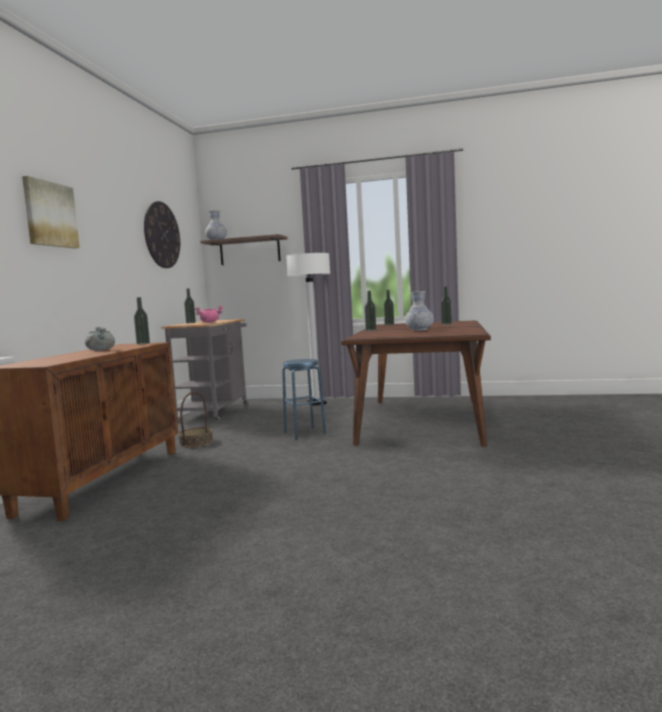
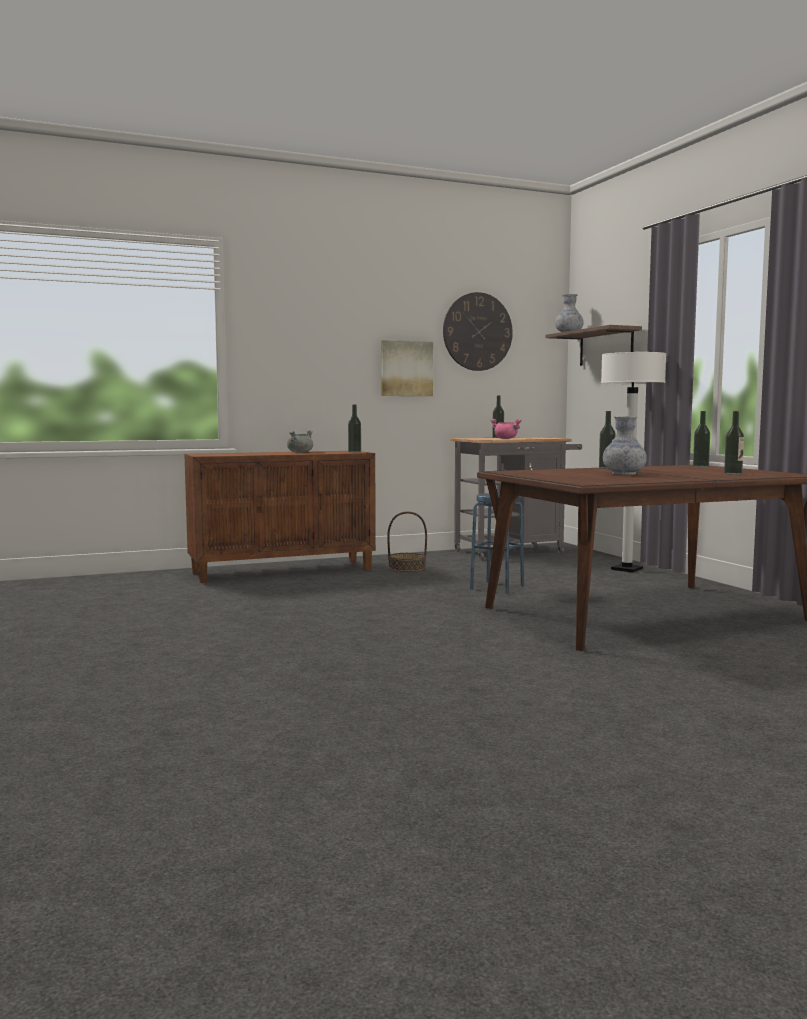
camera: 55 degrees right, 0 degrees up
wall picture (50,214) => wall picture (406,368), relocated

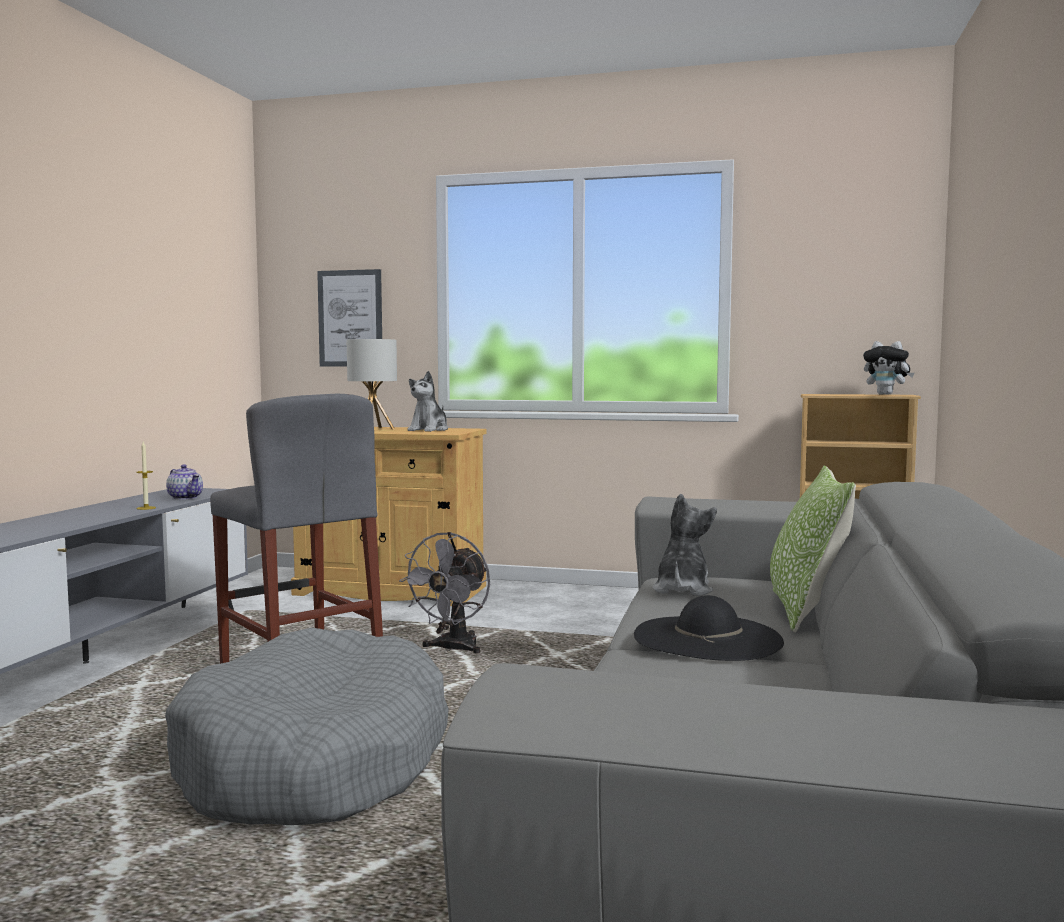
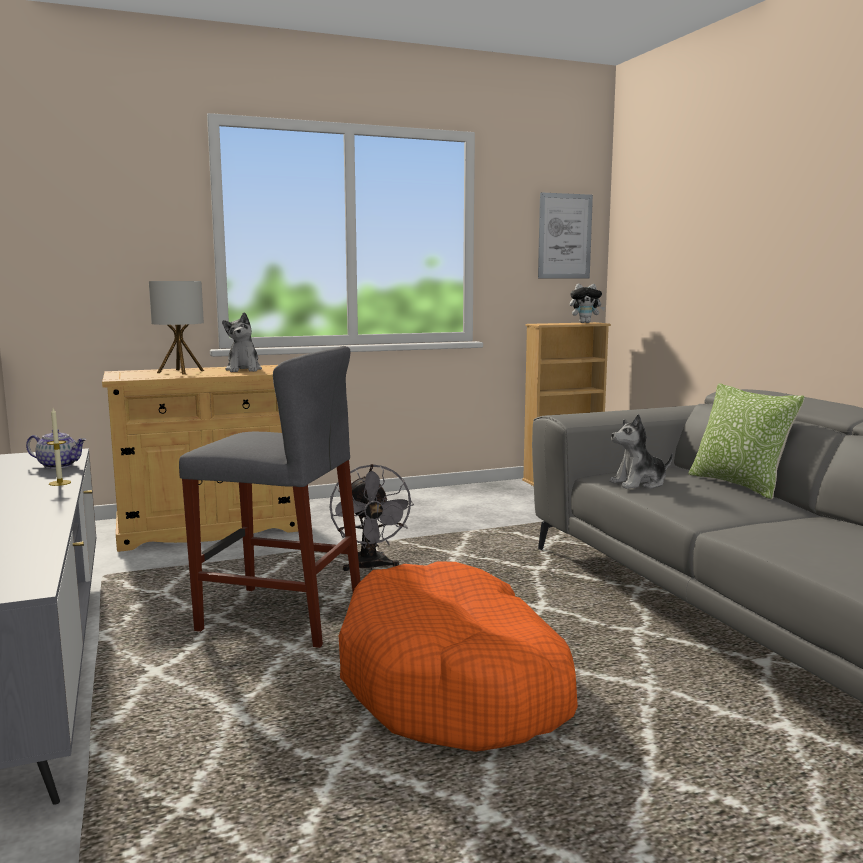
camera: 35 degrees left, 5 degrees up
dog cushion/greyish (315,762) => dog cushion/orangey (455,684)
wall picture (350,318) => wall picture (564,236), relocated
clothing hat/black (707,638) => nothing
plush toy (682,590) => plush toy (639,483), 90 degrees counterclockwise

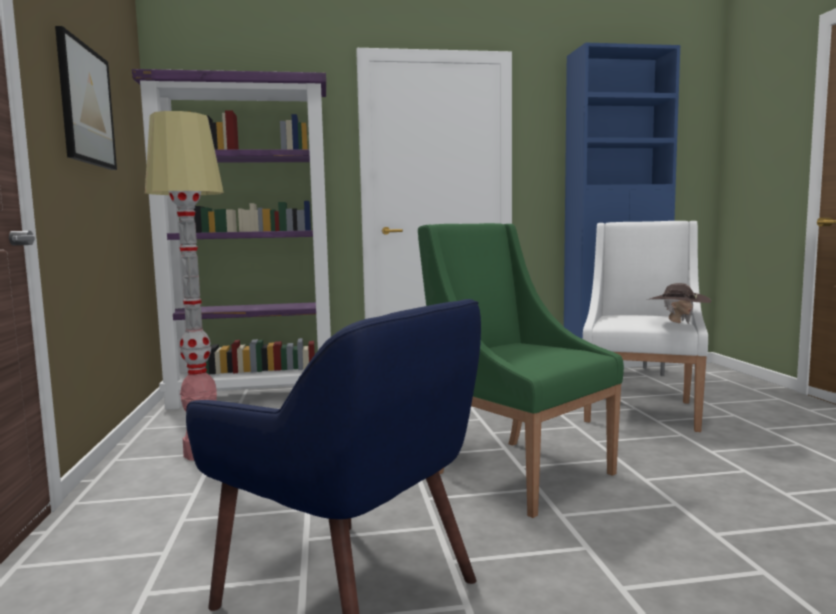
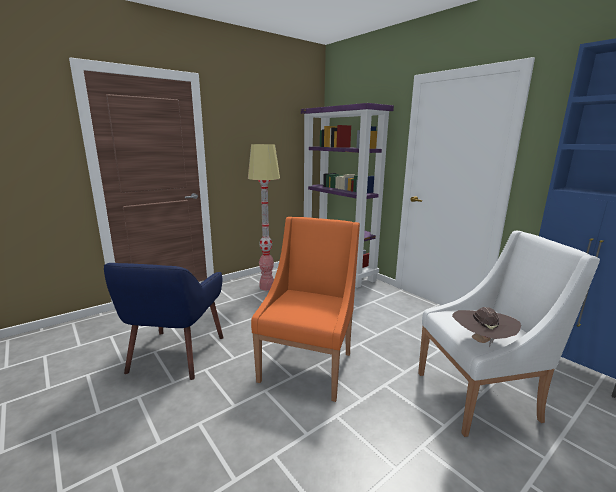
camera: 60 degrees right, 10 degrees up
wall picture (86,105) => nothing
easy chair/green-coloured (517,472) => easy chair/orangey (308,365)

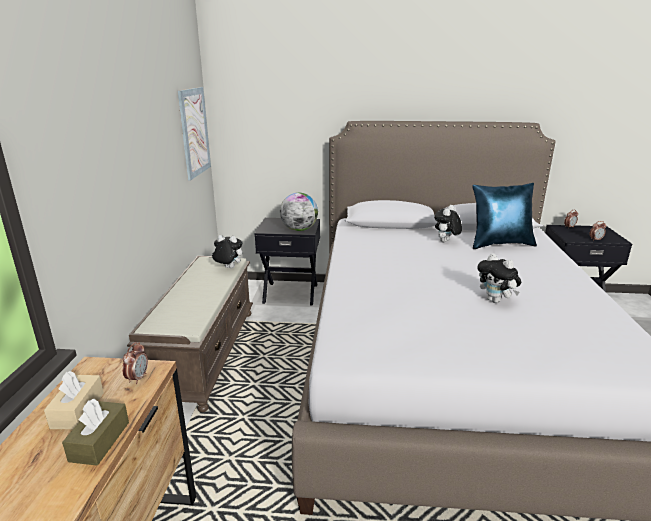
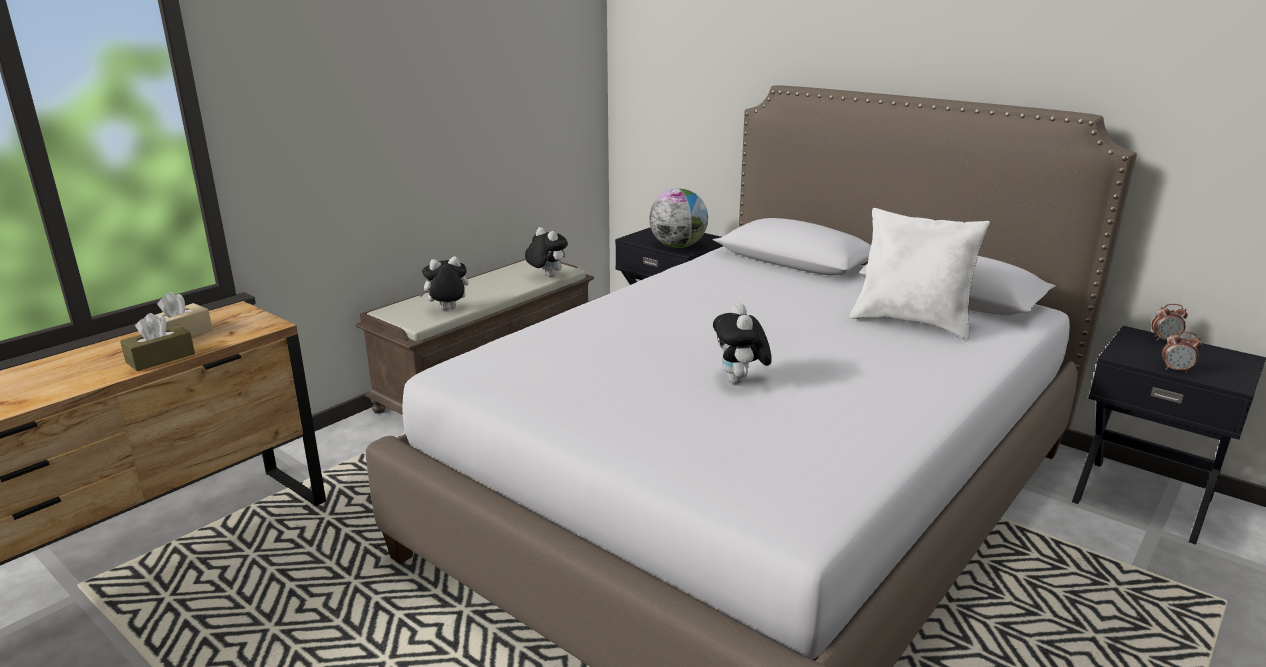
camera: 35 degrees right, 0 degrees up
table clock (138,378) => nothing
wall picture (194,132) => nothing
plush toy (445,242) => plush toy (447,310), relocated
cushion/bluish (500,244) => cushion/white-coloured (912,322)

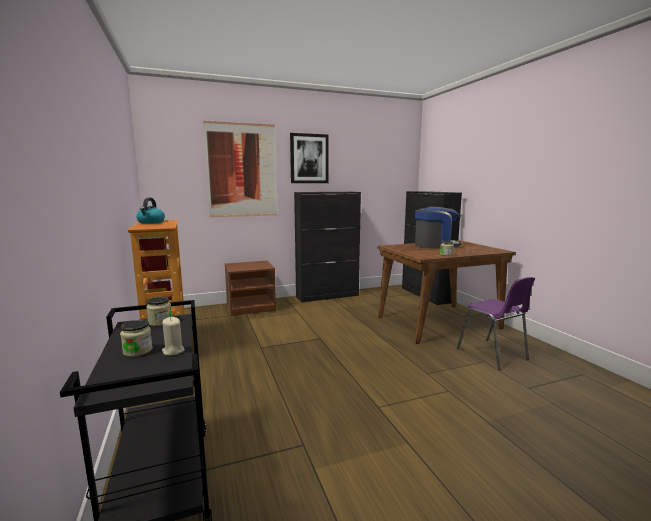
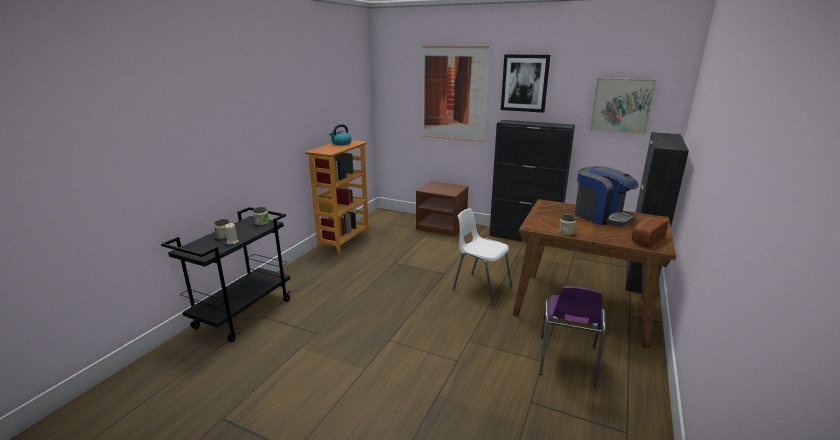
camera: 45 degrees right, 10 degrees up
nothing => plain chair/white-coloured (480,287)
nothing => wall picture (621,106)
nothing => bakery bread (645,239)

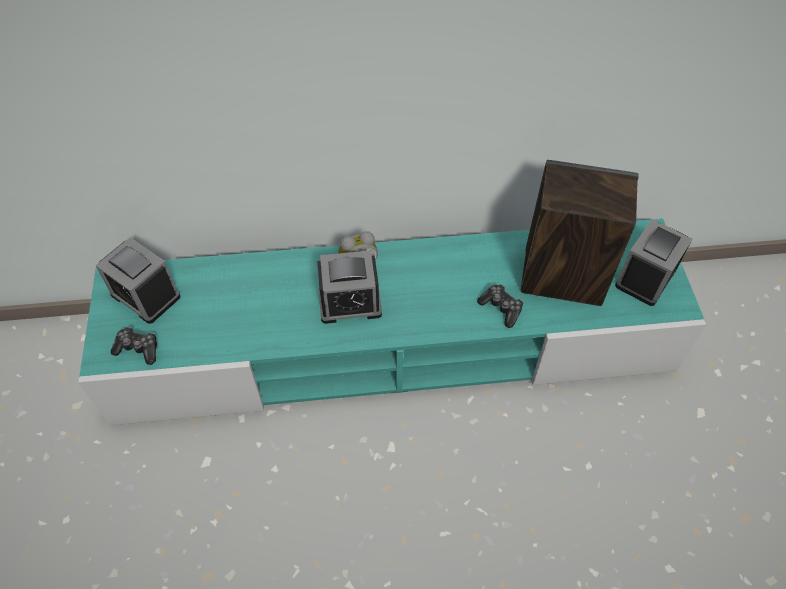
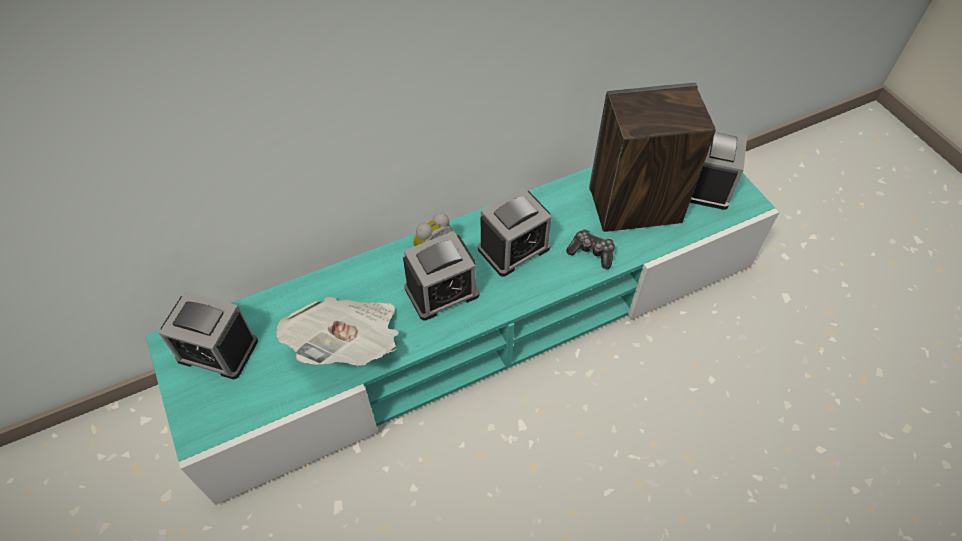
camera: 20 degrees left, 0 degrees up
joypad (138,349) => nothing
nothing => printed paper (349,344)
nothing => table clock (513,248)

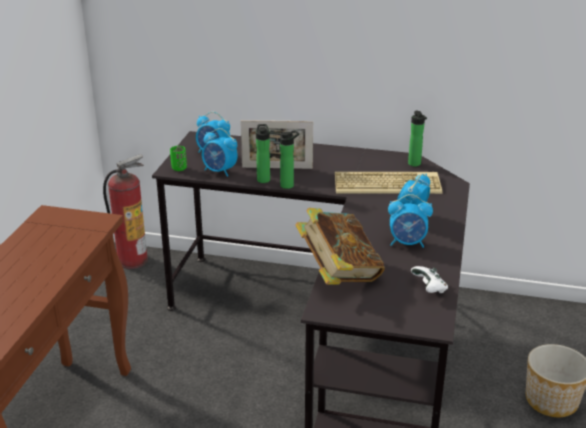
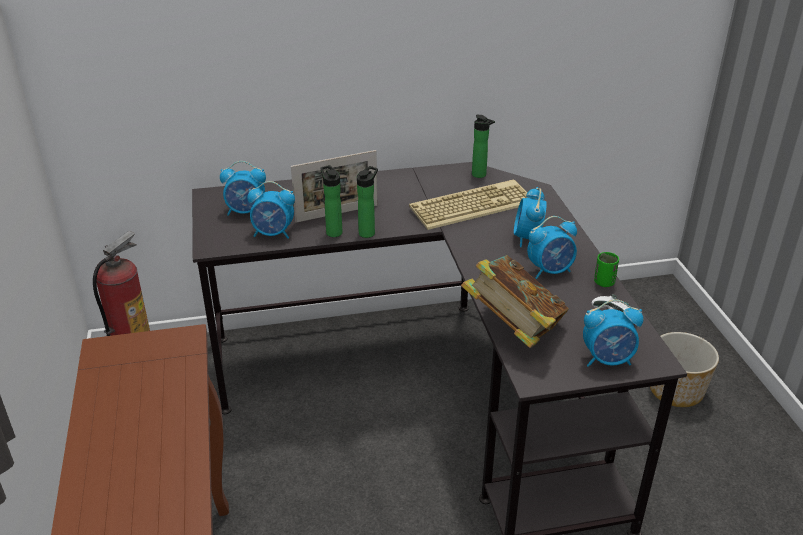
camera: 25 degrees left, 5 degrees up
drinking cup/green-coloured (179,168) => drinking cup/green-coloured (604,282), relocated
nothing => table clock (607,360)

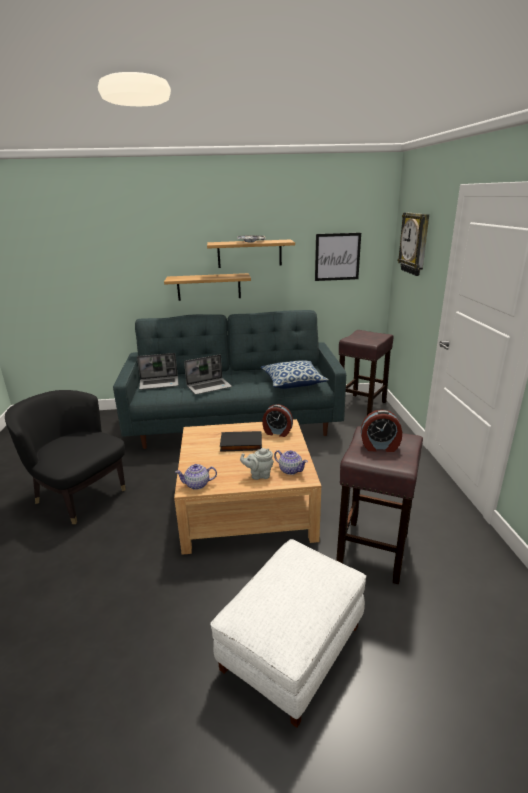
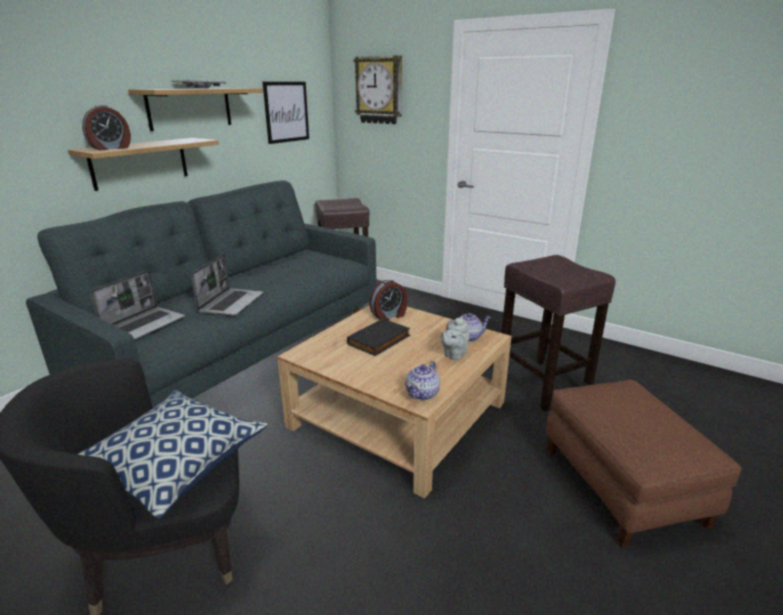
camera: 50 degrees left, 0 degrees up
ottoman/white-coloured (292,648) => ottoman/brown-coloured (623,485)
cushion (293,382) => cushion (174,464), relocated
table clock (380,447) => table clock (111,148), relocated

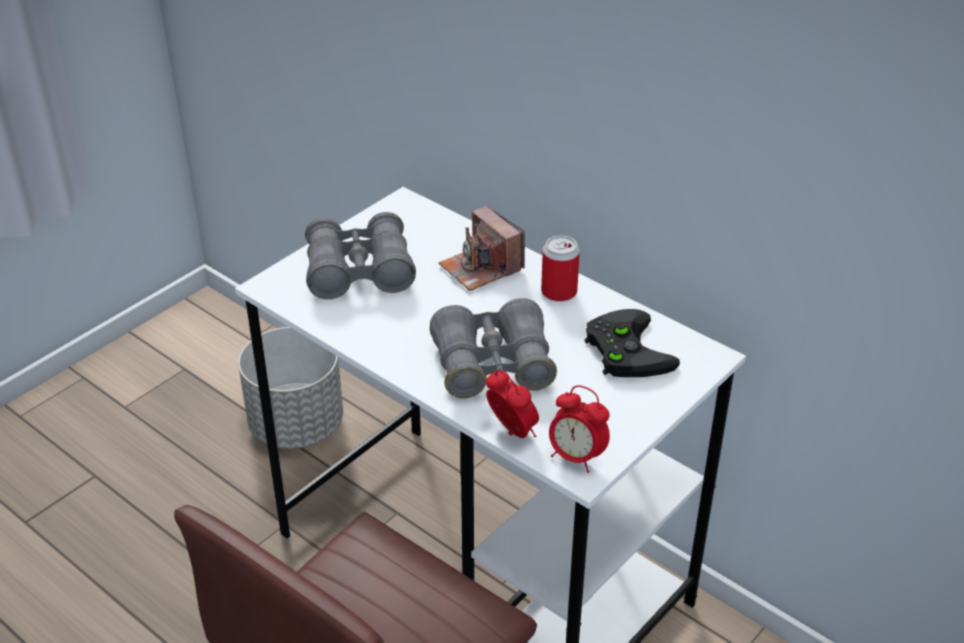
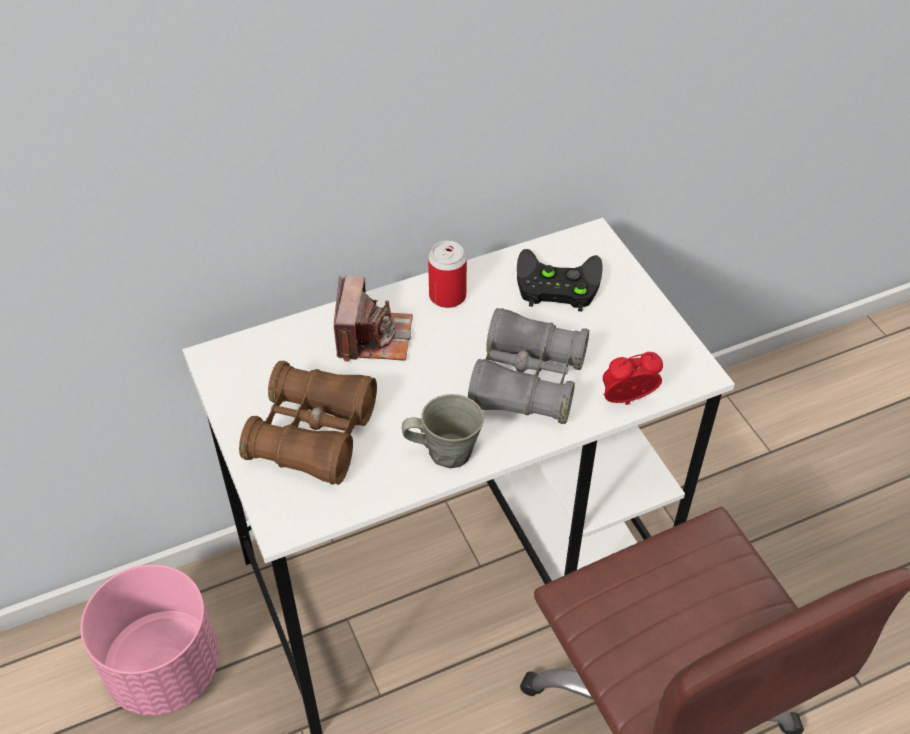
camera: 65 degrees left, 10 degrees up
plant pot/greyish (297,425) => plant pot/pinkish (164,668)
field glasses/greyish (359,271) => field glasses/brown-coloured (313,435)
still camera (481,268) => still camera (373,337), 75 degrees counterclockwise
table clock (576,457) => nothing
nothing => mug/greyish (446,451)

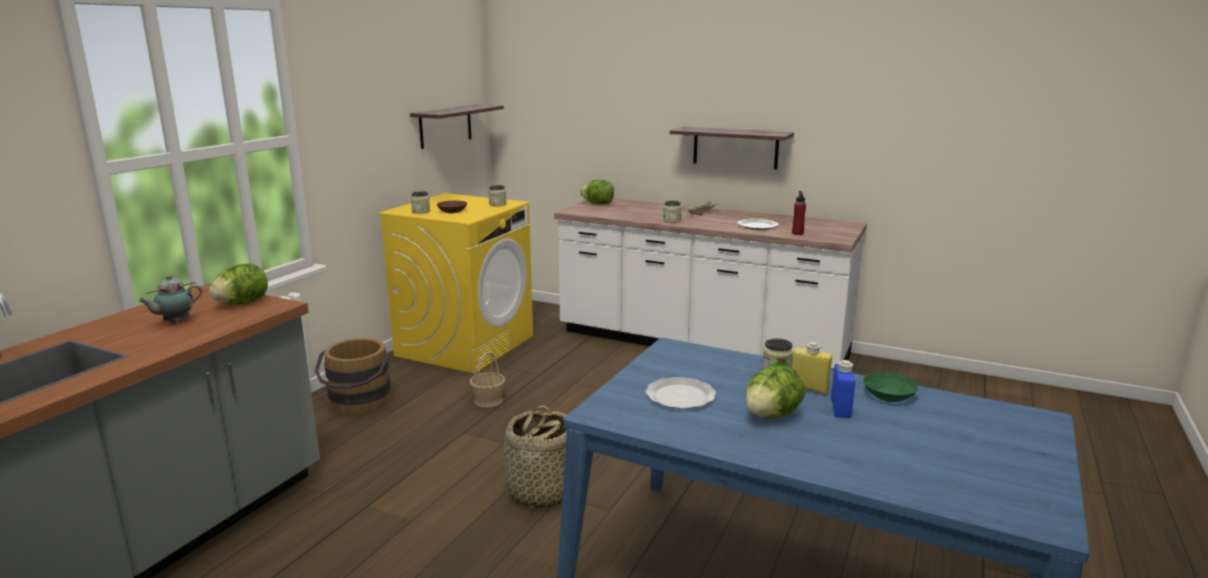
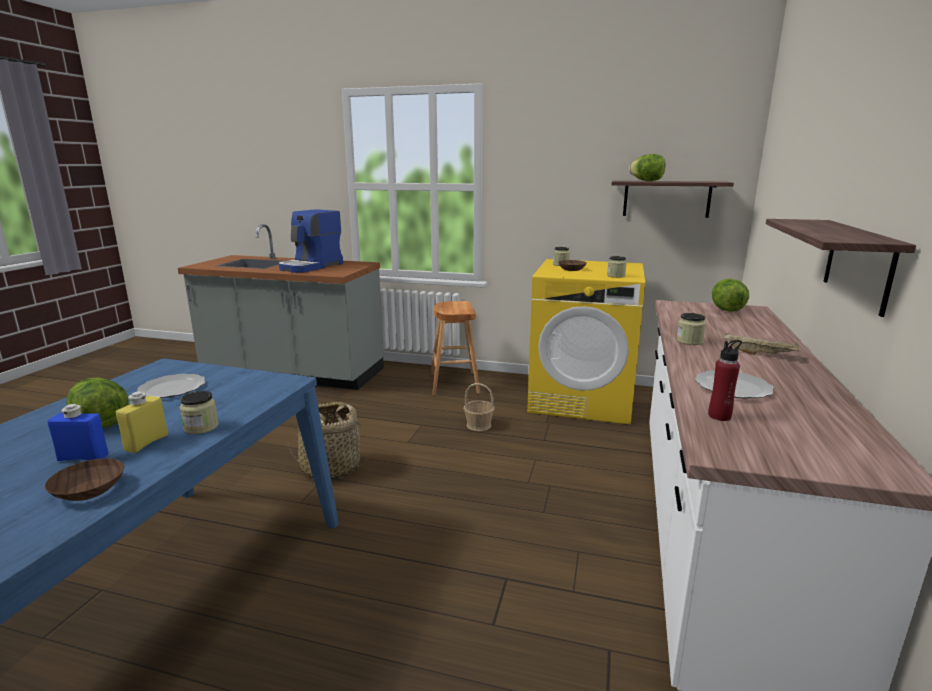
camera: 80 degrees right, 0 degrees up
tea pot (175,322) => coffee brewer (311,266)
lettuce head (242,303) => lettuce head (647,181), relocated
pail/brown-coloured (358,404) => stool seat/brown-coloured (454,384)
deep dish/green-coloured (889,395) => deep dish/brown-coloured (89,491)

